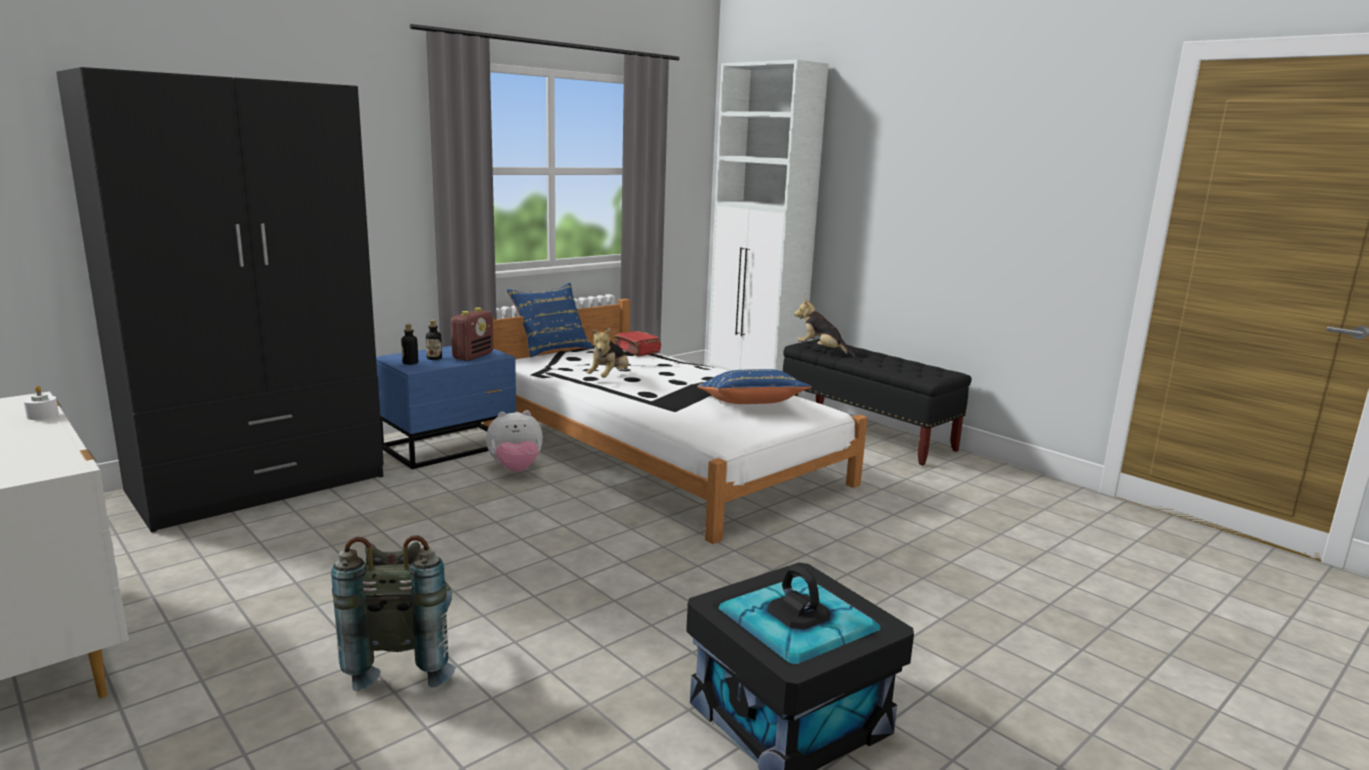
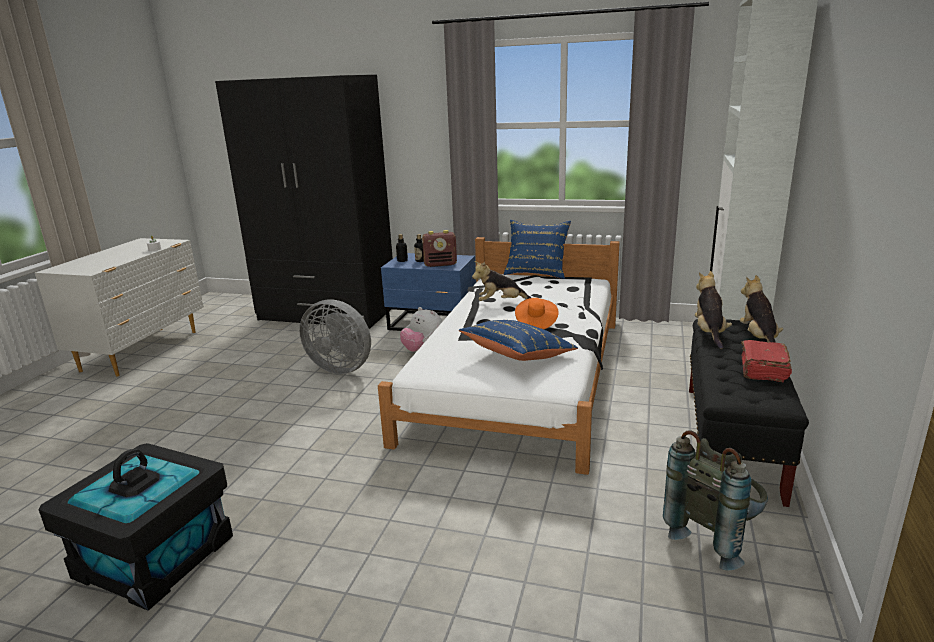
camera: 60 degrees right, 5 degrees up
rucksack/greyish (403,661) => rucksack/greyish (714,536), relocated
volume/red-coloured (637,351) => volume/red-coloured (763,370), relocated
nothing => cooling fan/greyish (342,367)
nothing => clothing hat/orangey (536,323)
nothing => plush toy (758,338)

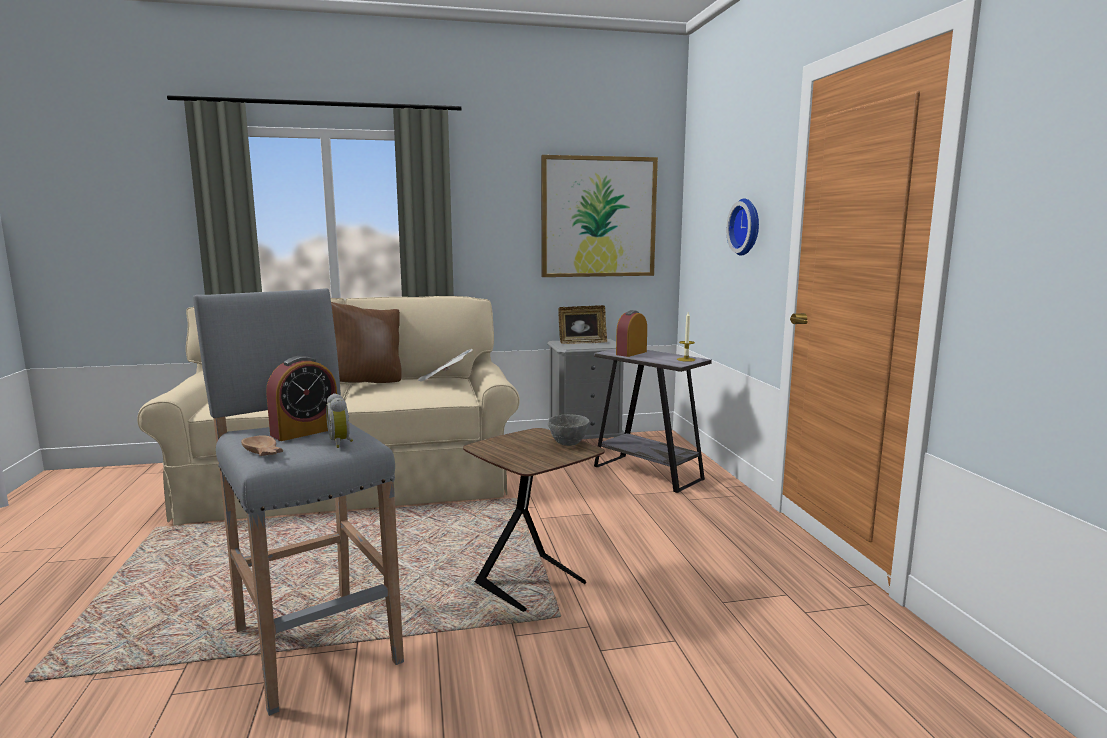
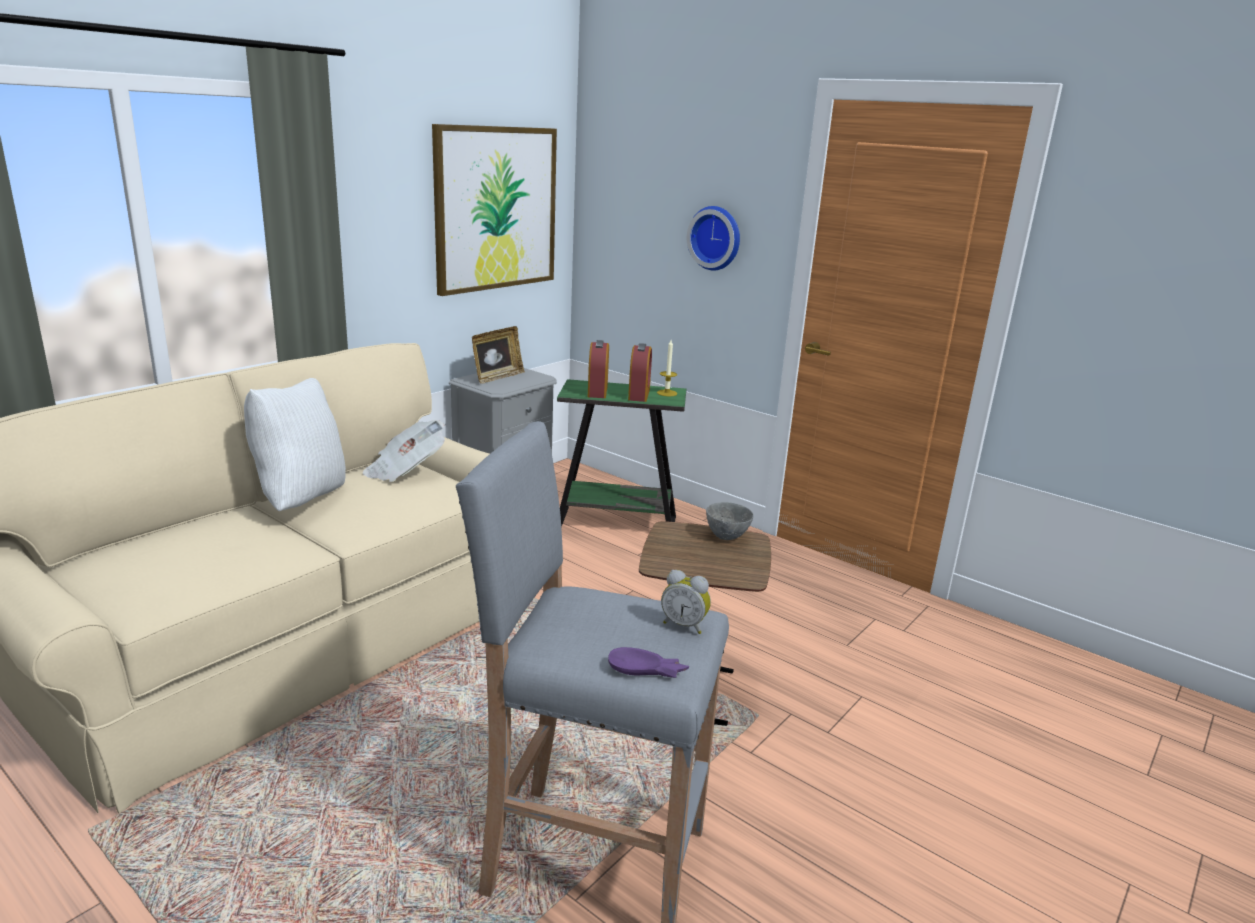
camera: 40 degrees left, 10 degrees up
deep dish/brown-coloured (262,453) => deep dish/purplish (647,672)
table clock (305,431) => table clock (639,394), relocated
cushion/brown-coloured (366,383) => cushion/white-coloured (300,499)
accent table/greyish (647,473) => accent table/green-coloured (616,523)

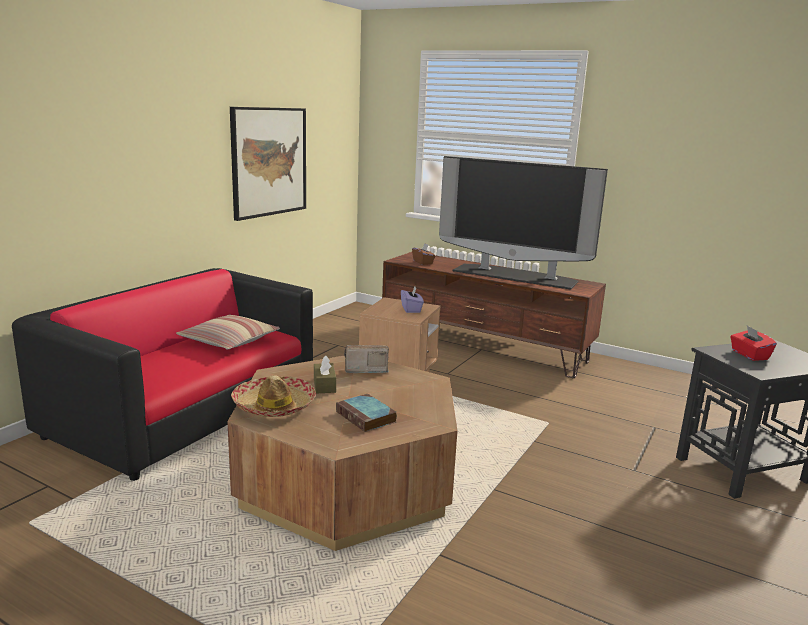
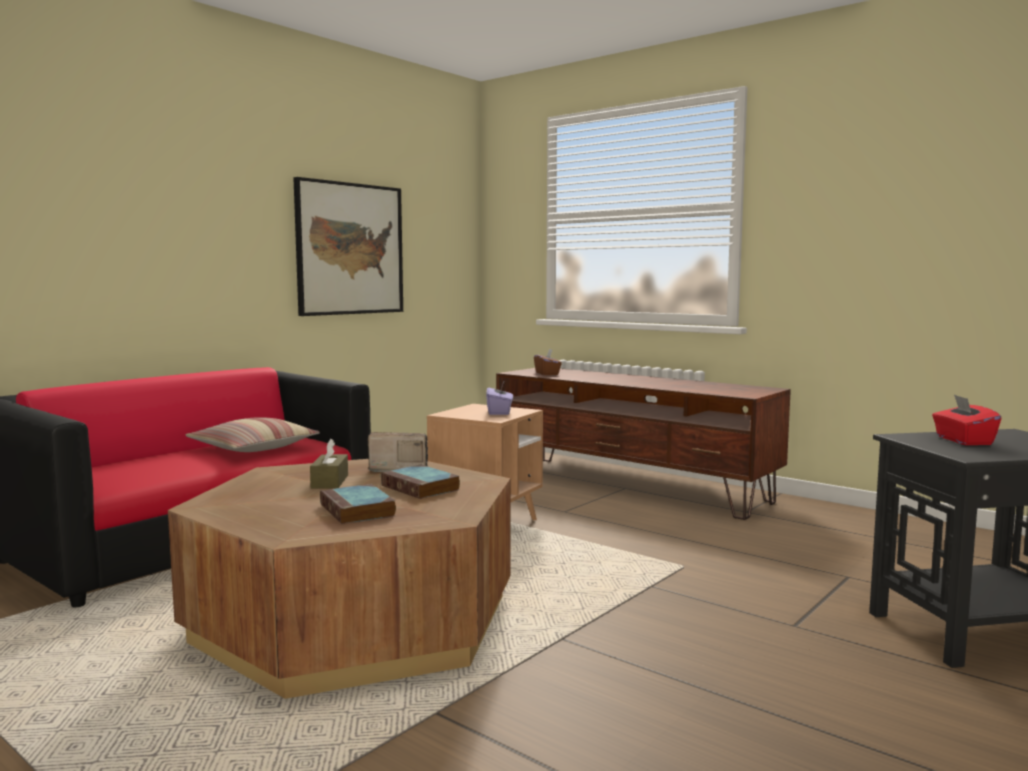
camera: 10 degrees right, 10 degrees down
clothing hat (274,406) => nothing
TV (515,276) => nothing
nothing => volume (422,488)

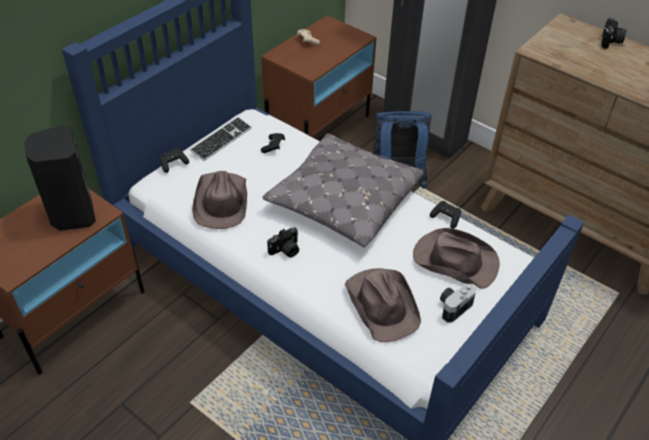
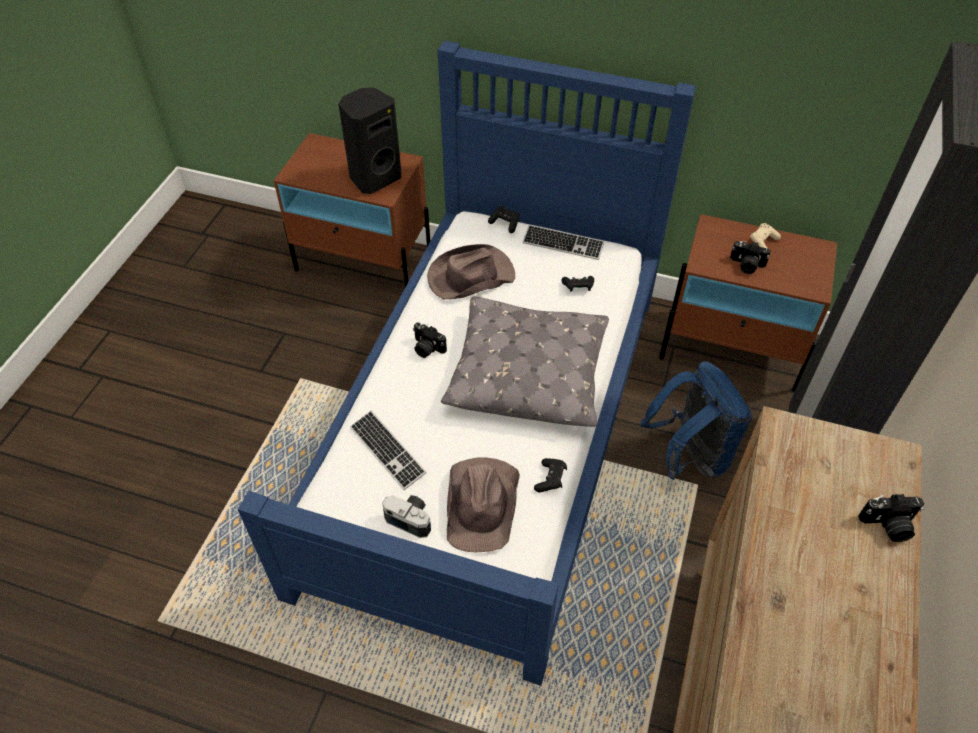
camera: 70 degrees right, 5 degrees up
clothing hat/brown-coloured (382,304) => keyboard (387,451)
nothing => still camera (746,265)

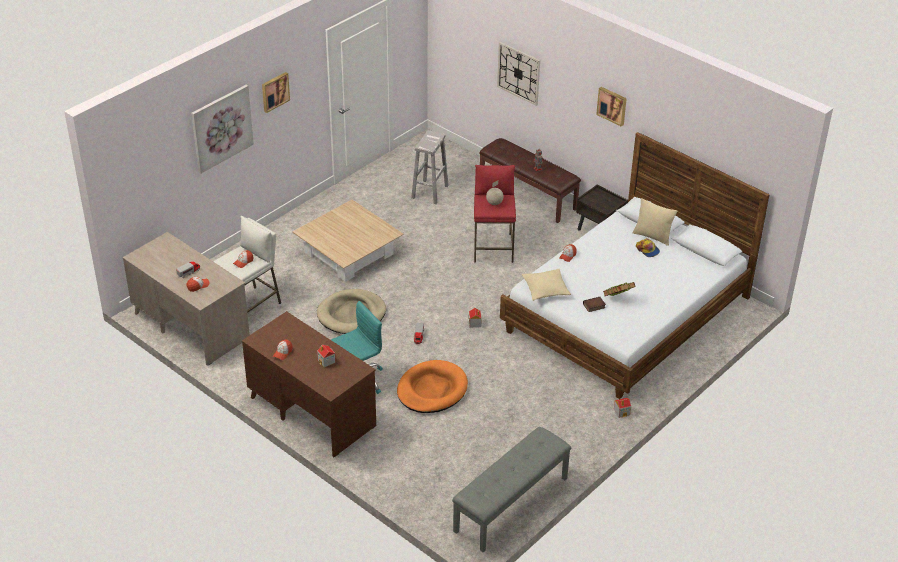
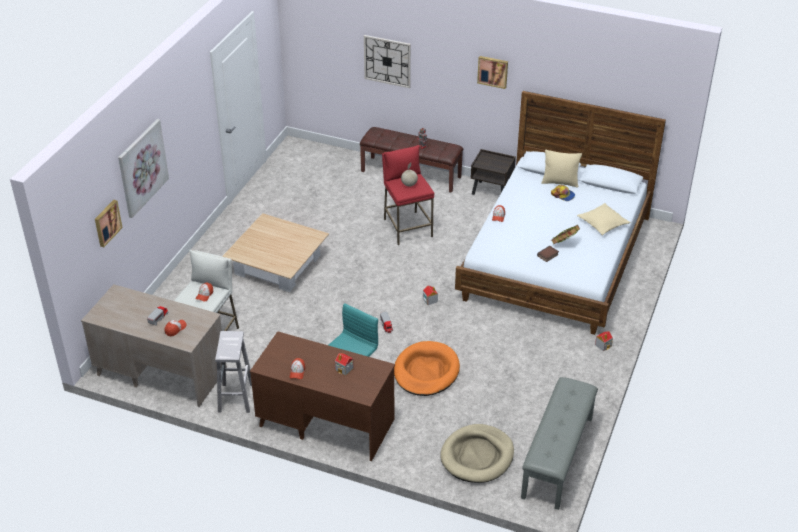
camera: 20 degrees left, 0 degrees up
wall picture (274,91) => wall picture (107,223), relocated
dog cushion/beige-coloured (351,314) => dog cushion/beige-coloured (477,456), relocated
stool seat/white-coloured (429,192) => stool seat/white-coloured (236,398), relocated
cushion/beige-coloured (545,289) => cushion/beige-coloured (603,223), relocated

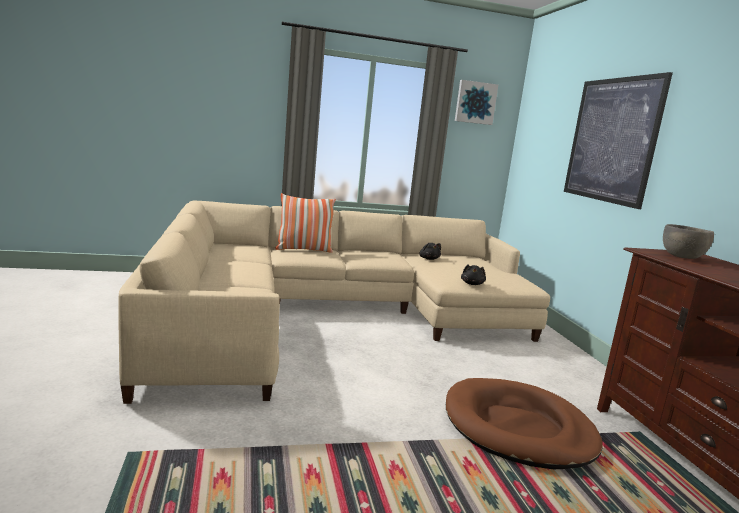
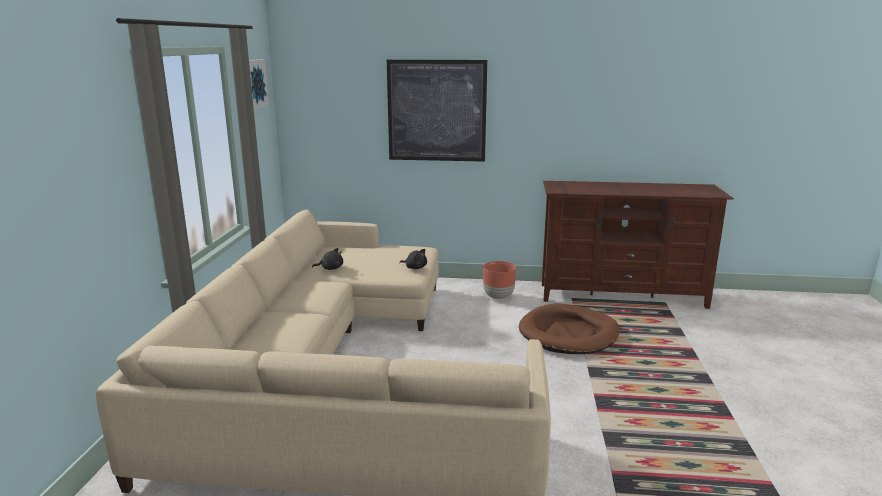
camera: 70 degrees left, 5 degrees up
cushion (304,250) => nothing
deep dish/greyish (682,257) => nothing
nothing => plant pot/brown-coloured (498,297)

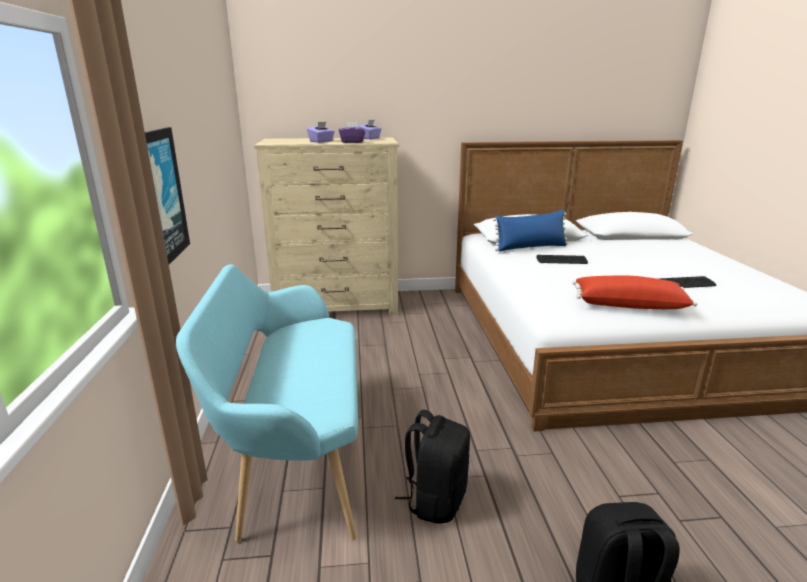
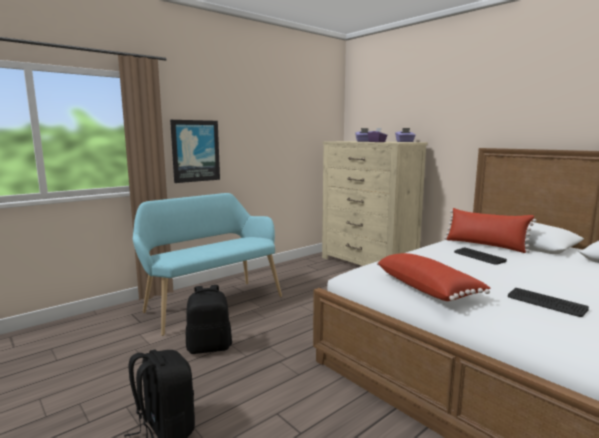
camera: 55 degrees right, 10 degrees down
cushion/bluish (530,247) => cushion/red-coloured (485,245)

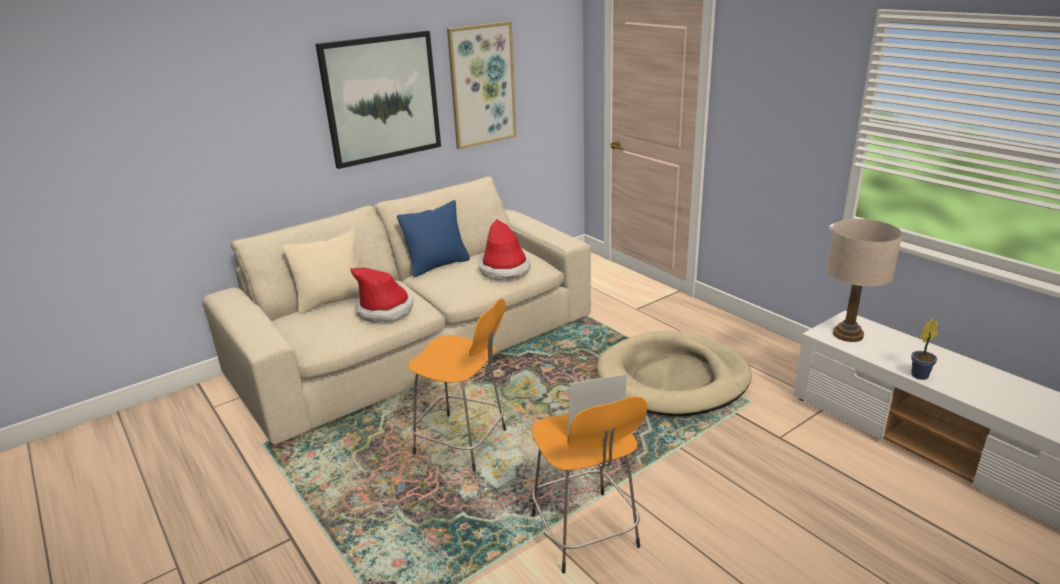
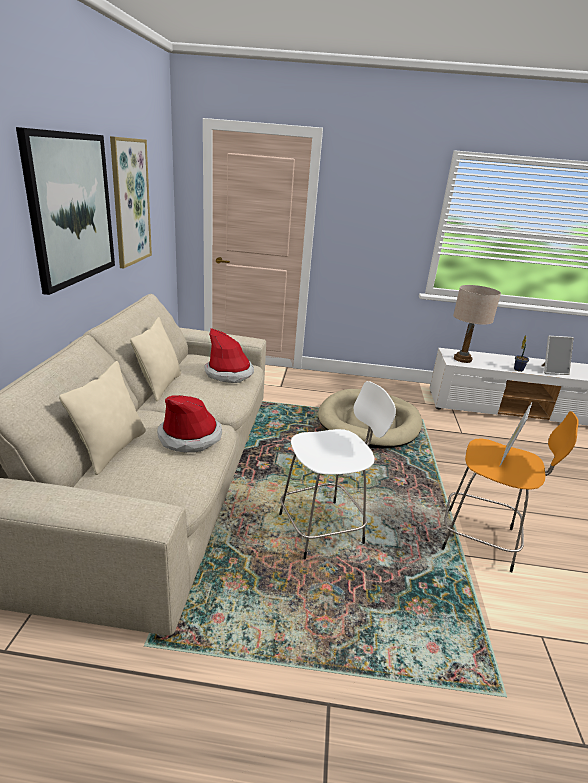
camera: 50 degrees left, 0 degrees up
cushion/bluish (438,265) => cushion/beige-coloured (160,385)
stool seat/orangey (464,443) => stool seat/white-coloured (323,528)
nothing => photo frame (552,371)

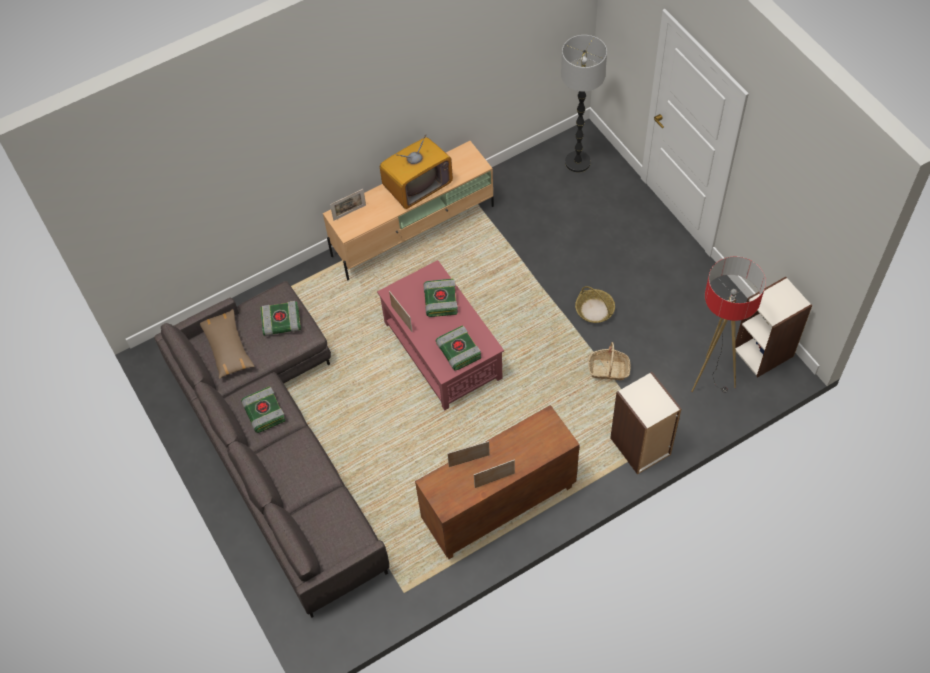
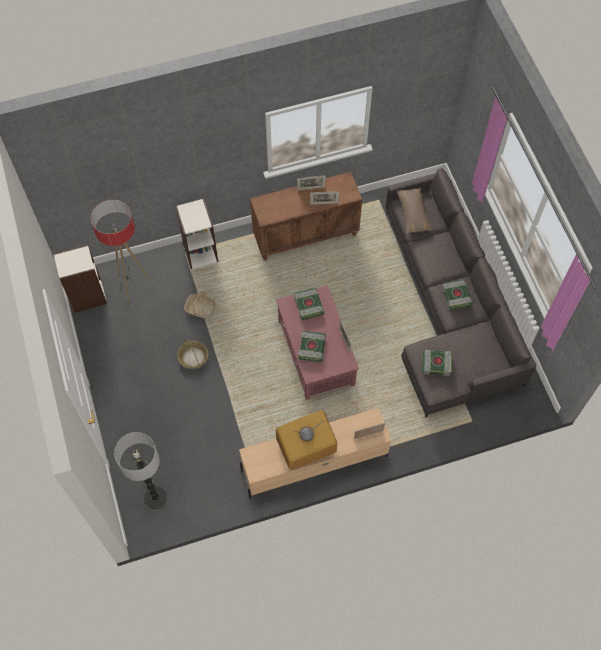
camera: 170 degrees left, 5 degrees up
cushion/brown-coloured (227,348) => cushion/brown-coloured (413,213), relocated

